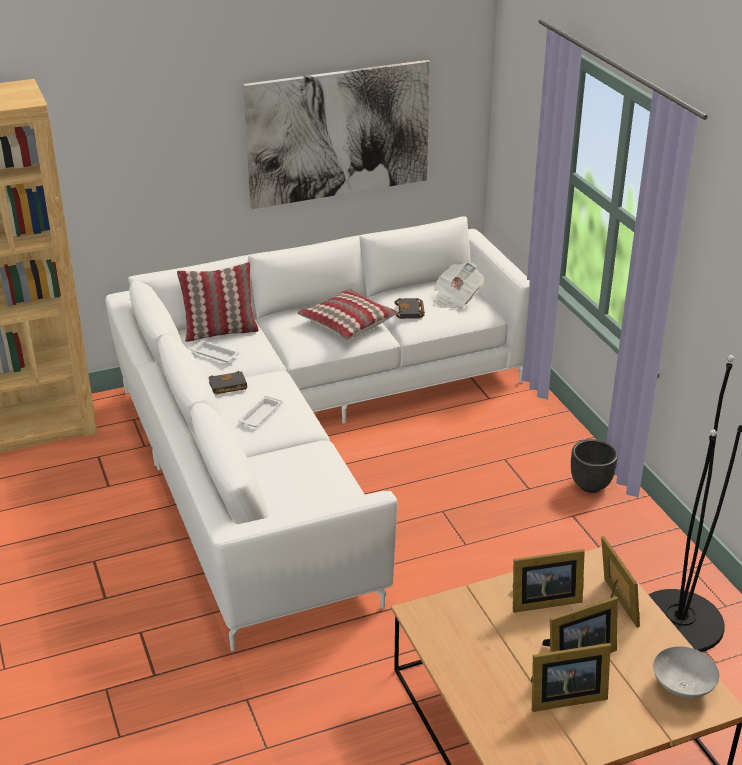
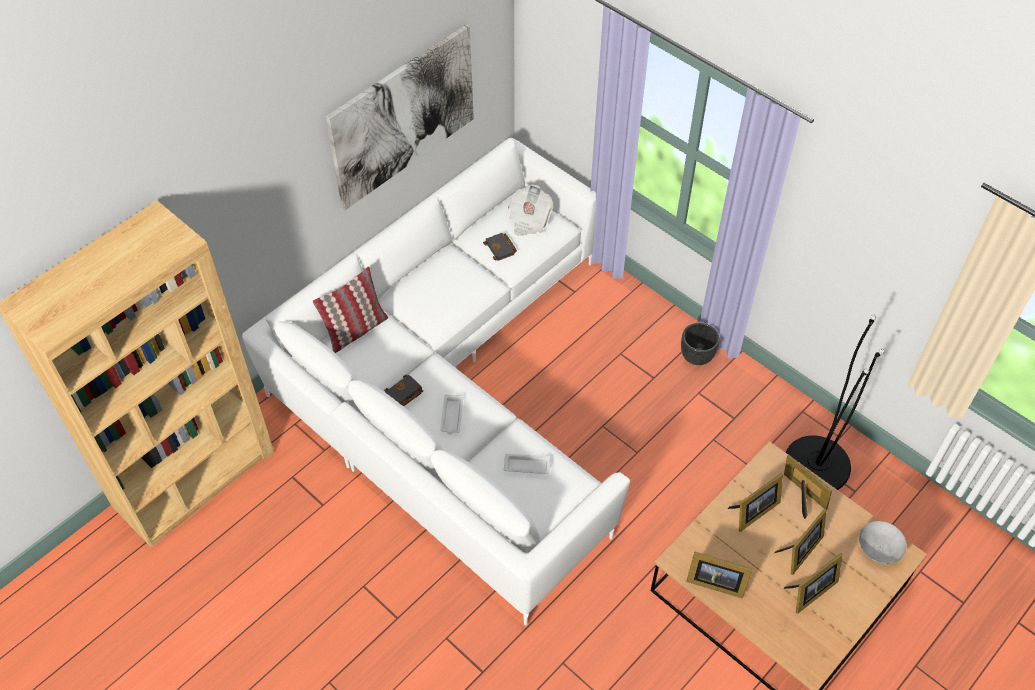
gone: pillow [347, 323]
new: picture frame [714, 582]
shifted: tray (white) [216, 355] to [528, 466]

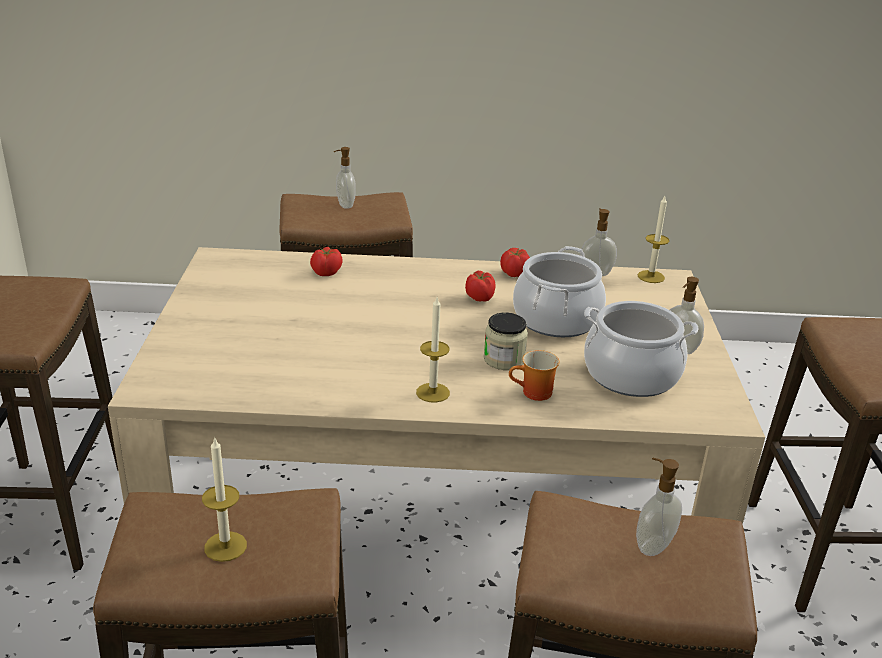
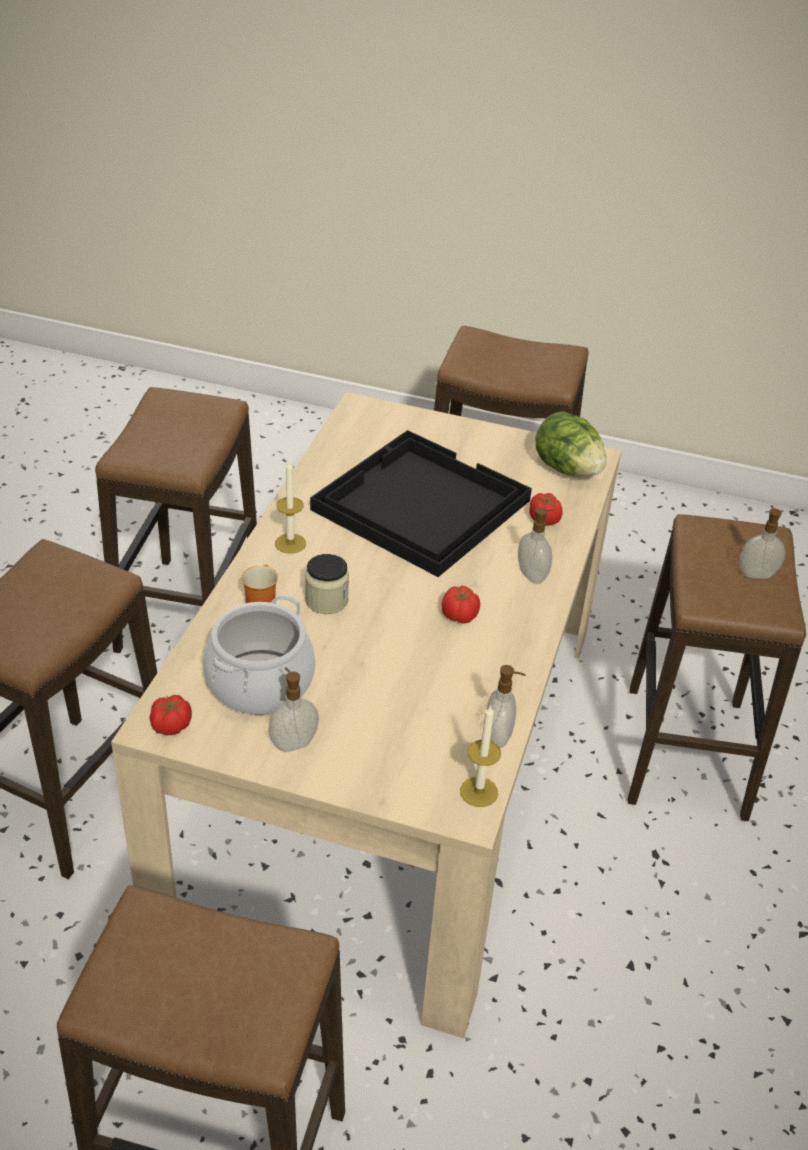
gone: candle [225, 546]; cooking pot [557, 319]
new: tray (black) [419, 505]; lettuce [567, 469]
shifted: tomato [514, 274] to [171, 726]; soap dispenser [652, 545] to [533, 575]

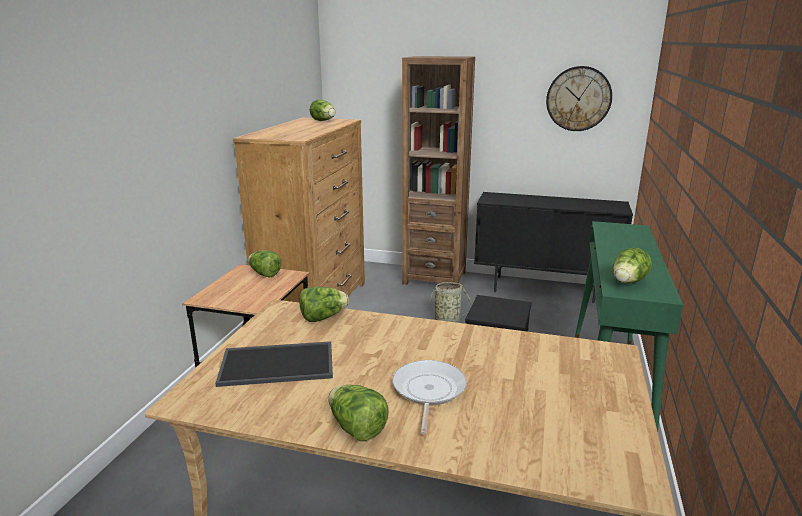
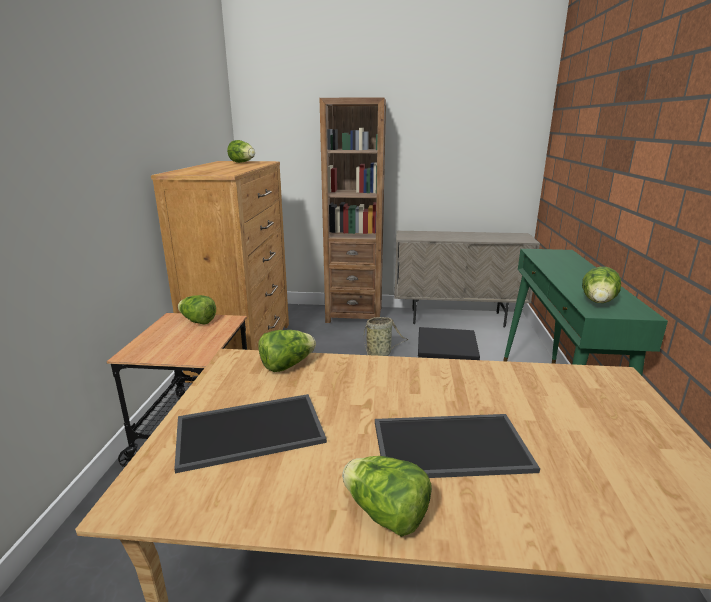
gone: wall clock [578, 99]
swapped: frying pan [428, 391] to tray [449, 447]
repainted: cabinet (black) [544, 289] to cabinet (beige) [457, 318]

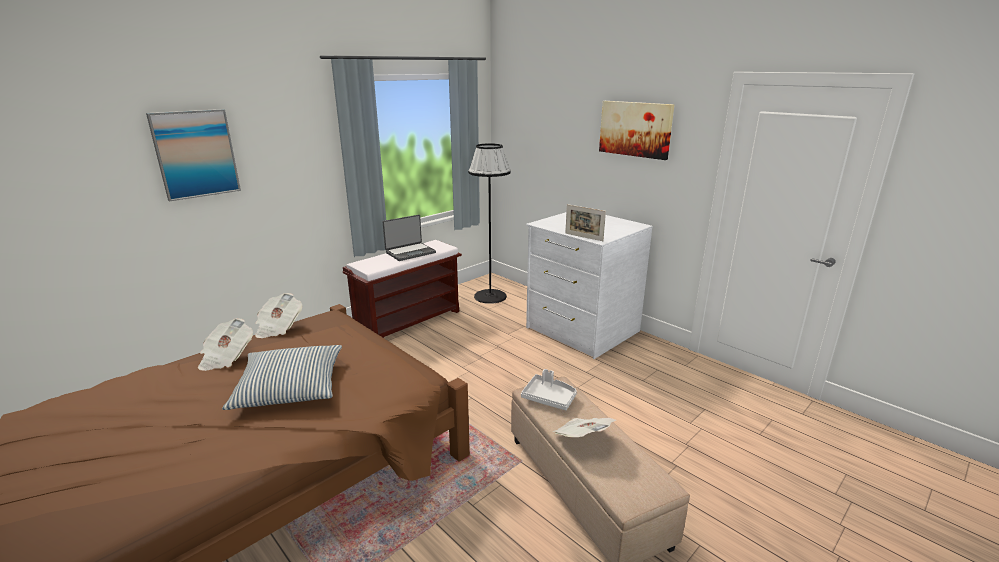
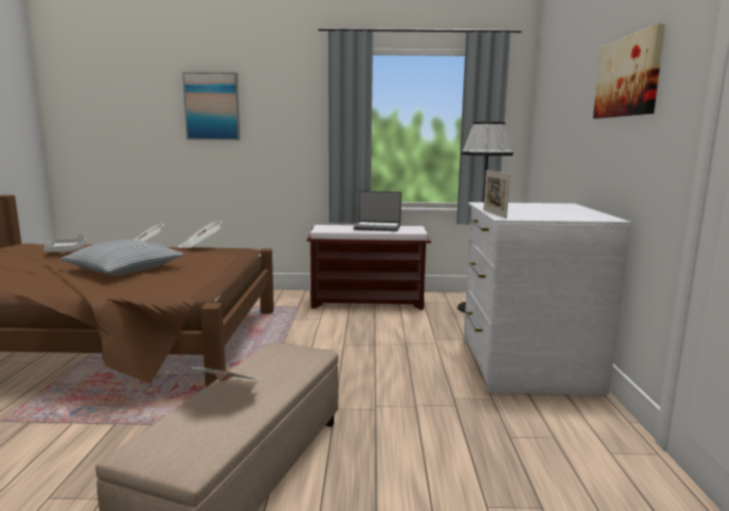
shifted: tray (grey) [549, 398] to [67, 251]

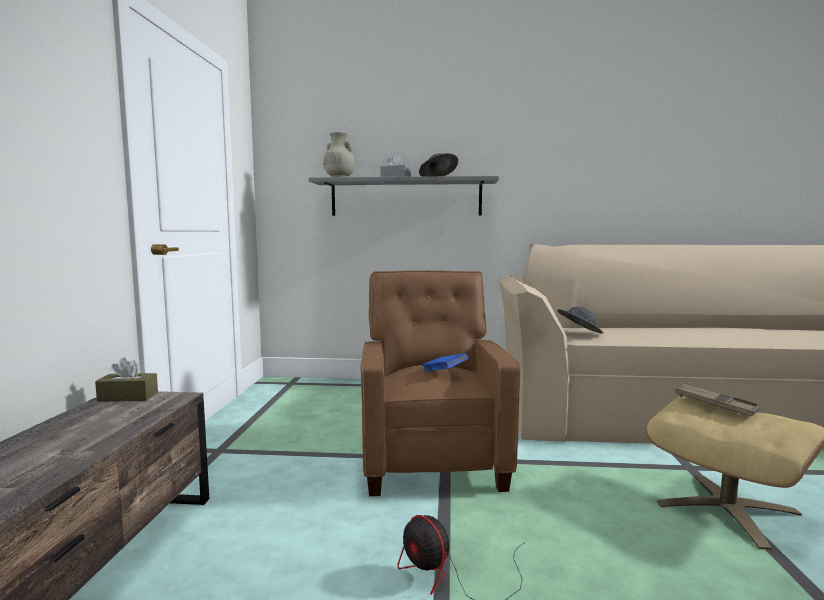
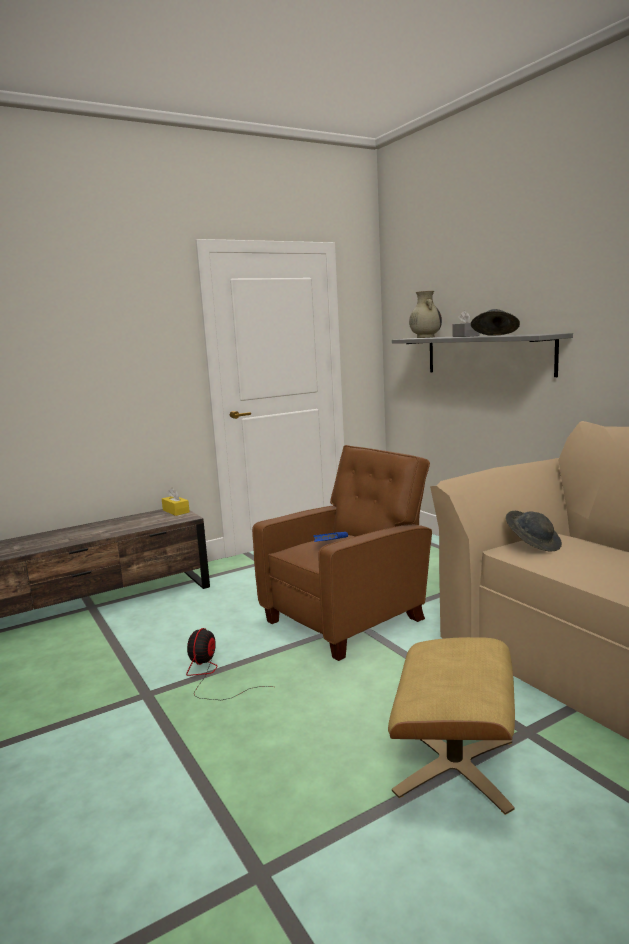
gone: tray (brown) [716, 404]
repainted: tissue box (brown) [128, 397] to tissue box (yellow) [176, 511]

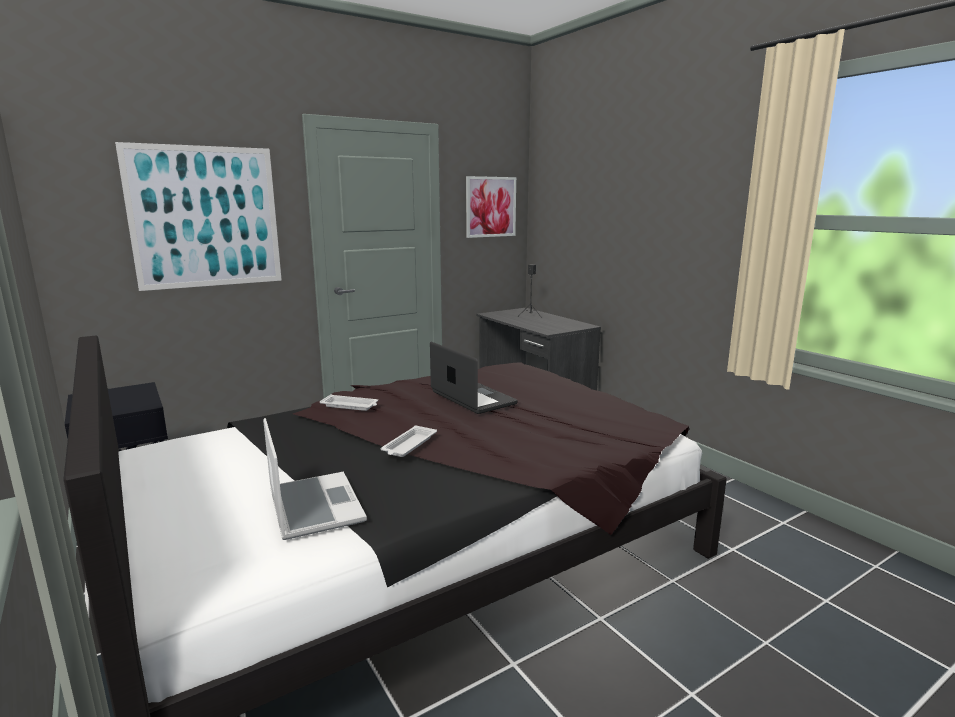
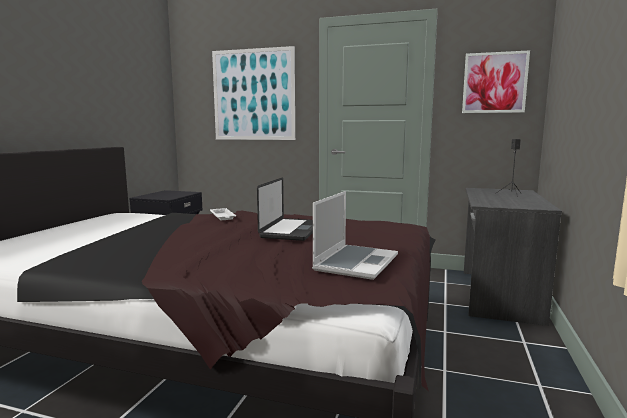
gone: tray (white) [409, 445]
shifted: laptop [313, 506] to [355, 263]

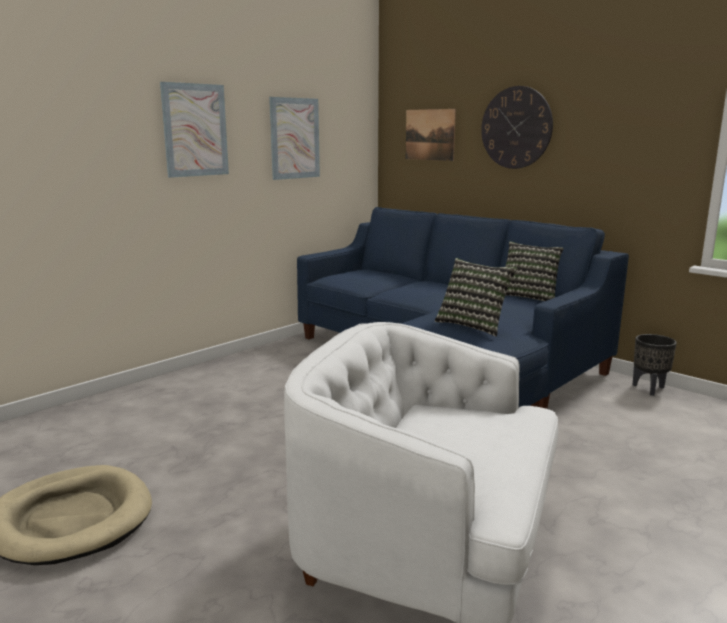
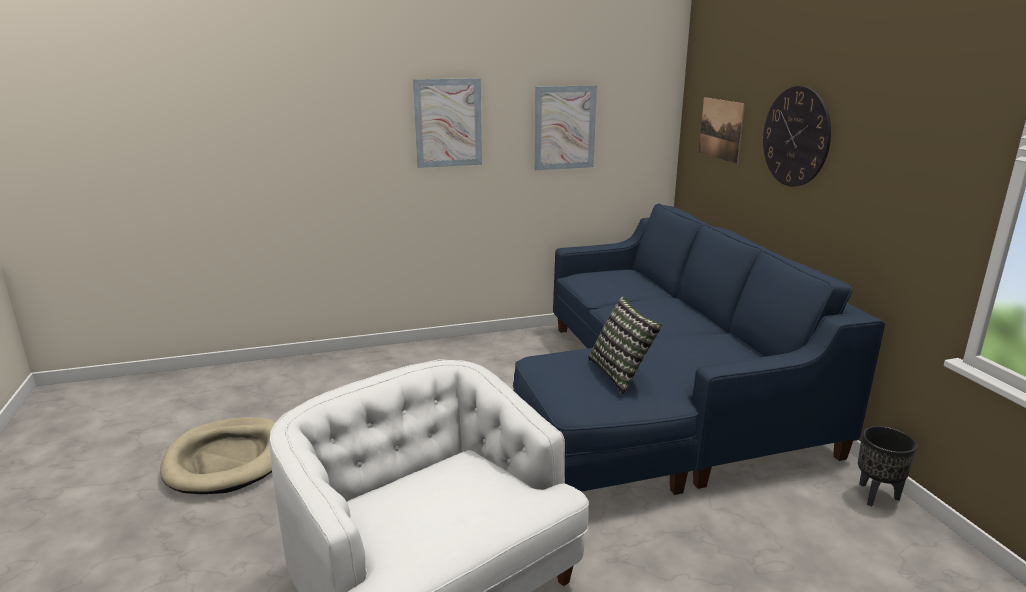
gone: pillow [529, 296]

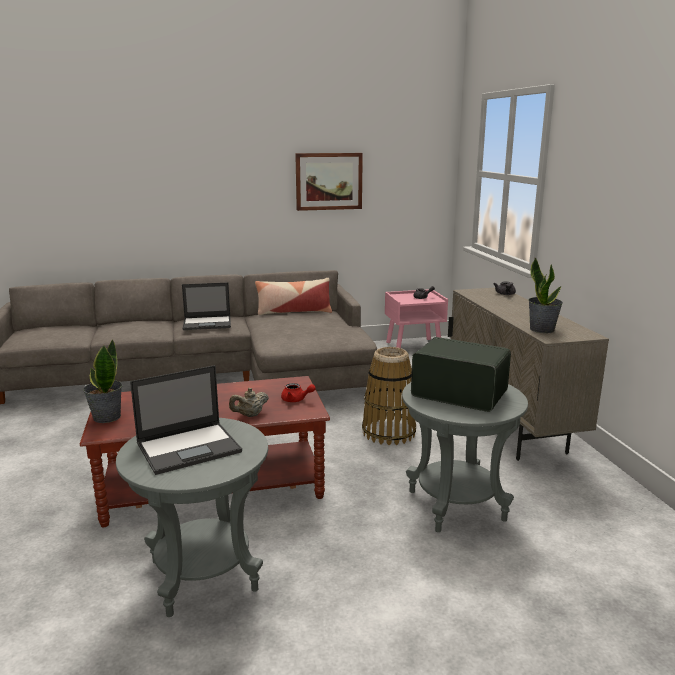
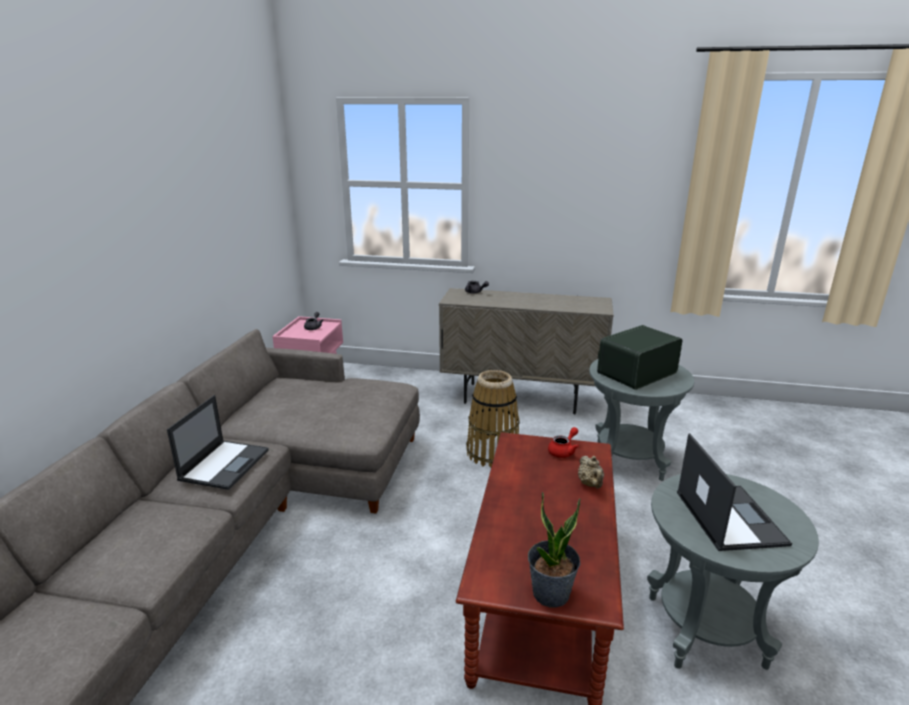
gone: pillow [294, 312]; picture [329, 181]; potted plant [542, 329]

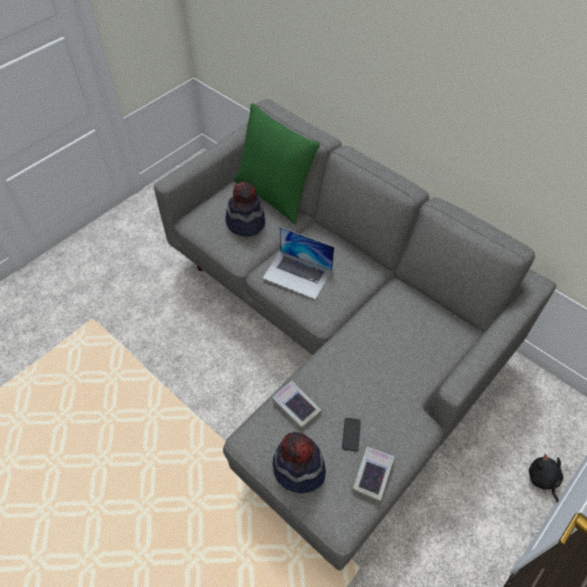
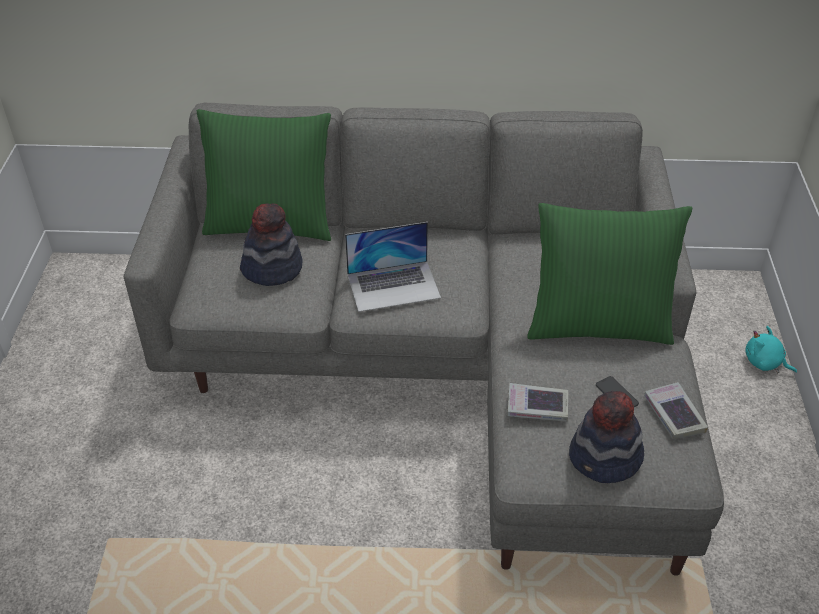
new: pillow (green) [598, 324]
repainted: plush toy (black) [543, 479] to plush toy (turquoise) [765, 363]

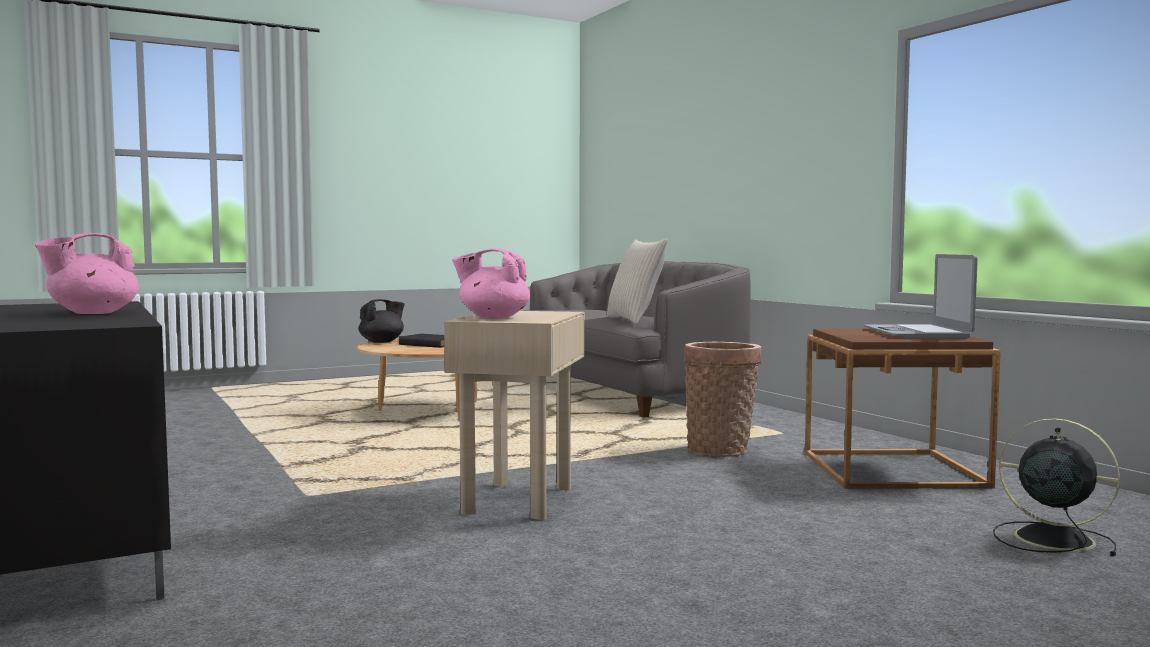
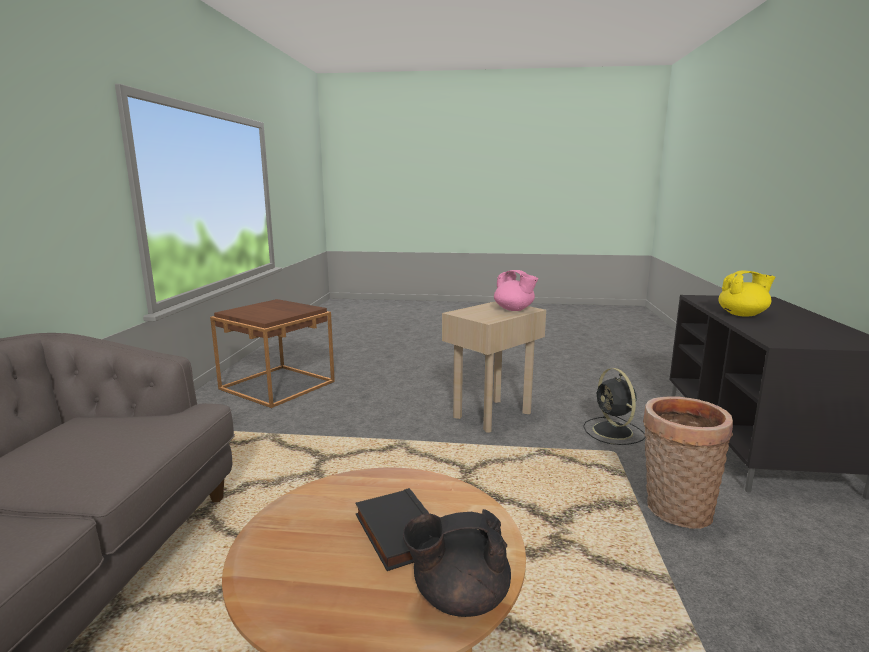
gone: pillow (beige) [635, 320]; laptop [917, 333]
shifted: fan (black) [1050, 538] to [613, 432]; basket [720, 449] to [674, 510]
repainted: teapot (pink) [92, 313] to teapot (yellow) [743, 315]

